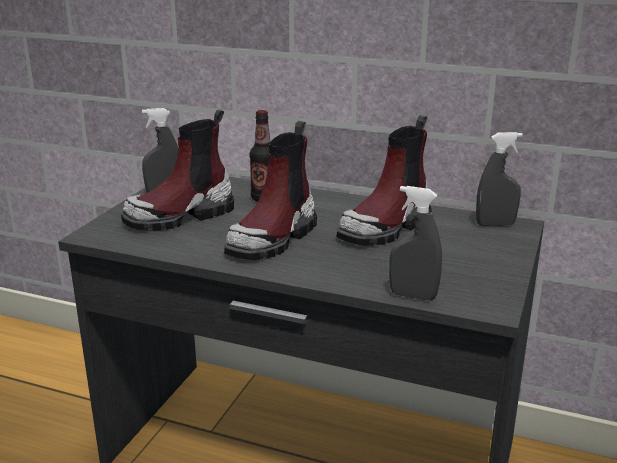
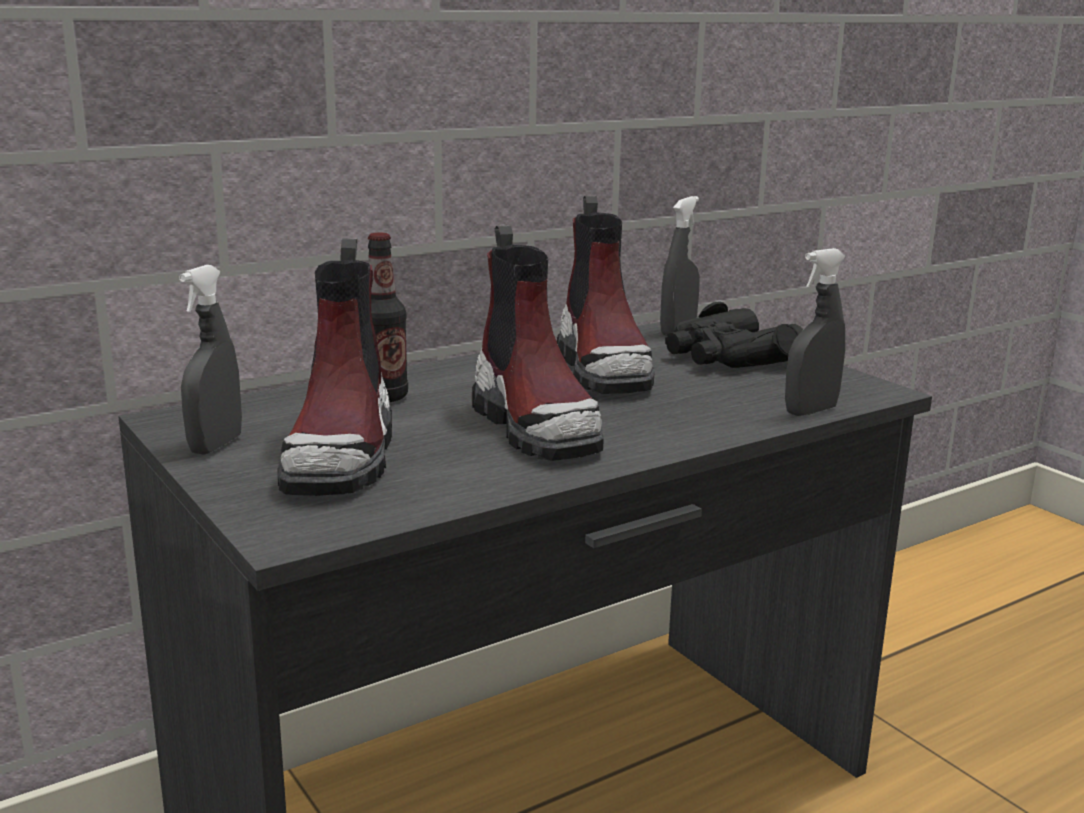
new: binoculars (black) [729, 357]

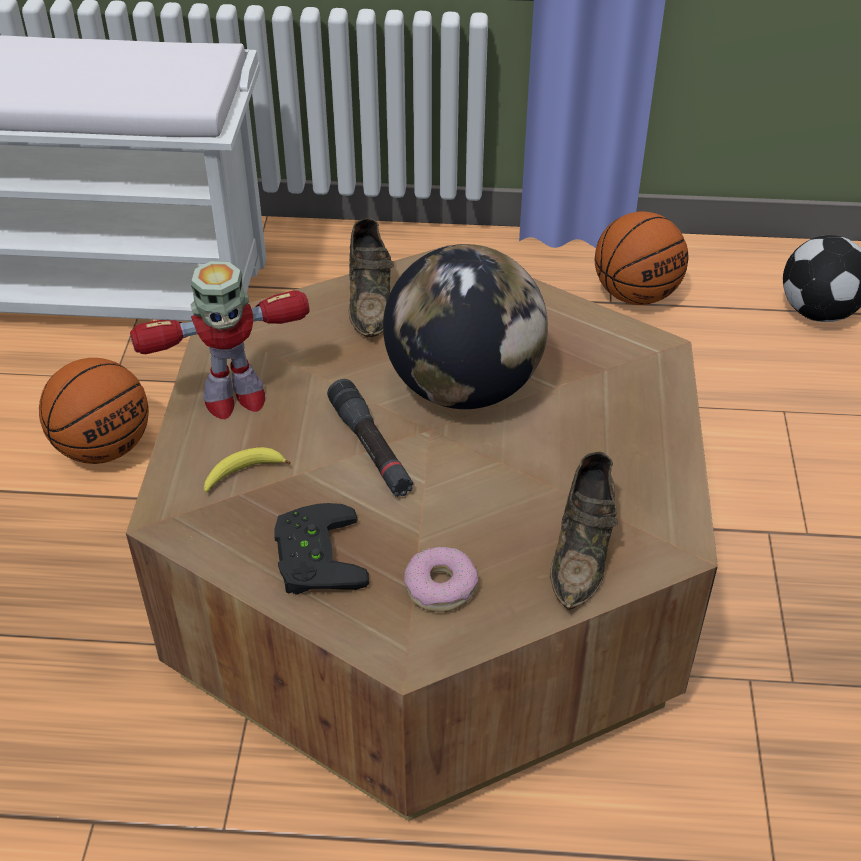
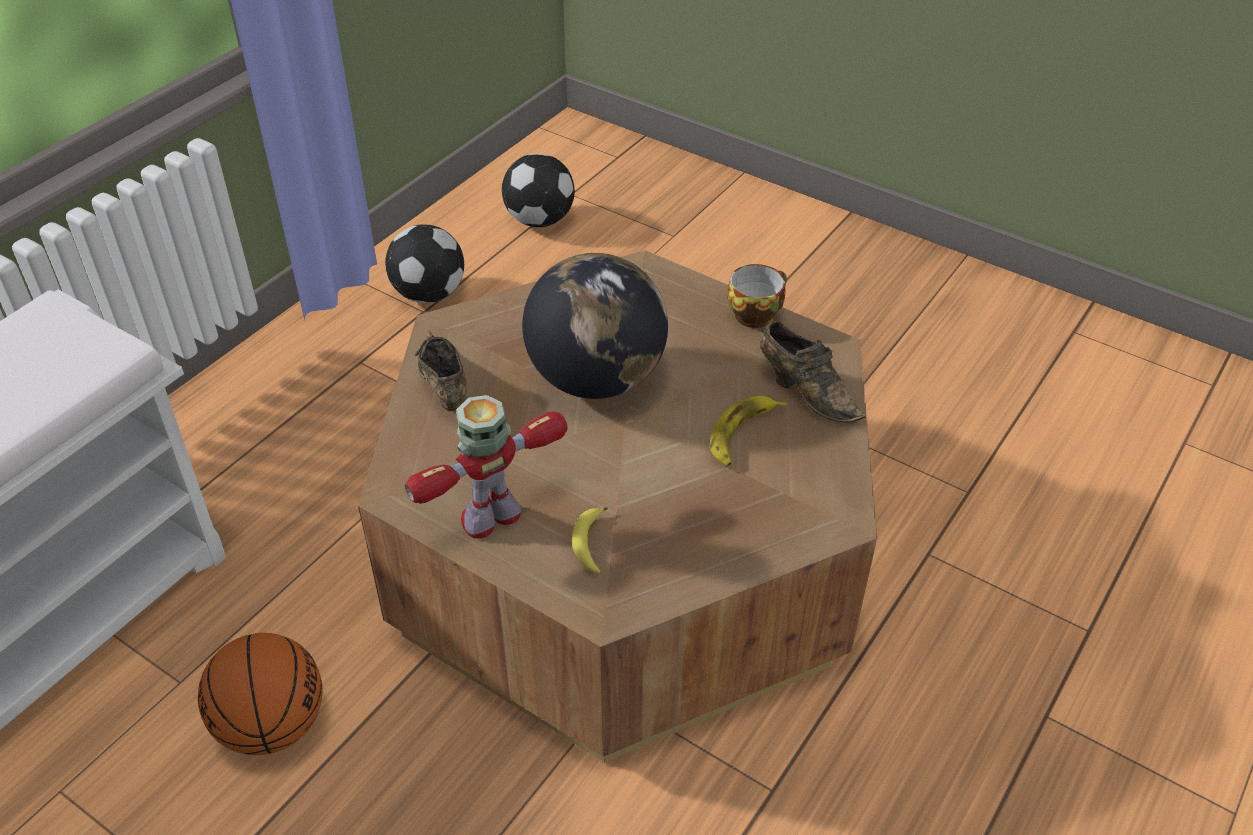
gone: game controller (black) [312, 557]; flashlight (black) [371, 448]; donut [440, 587]
new: banana [742, 434]; cup [755, 313]
swapped: basketball [636, 295] to football [430, 294]
rotated: toy robot [233, 399] = [492, 518] 135 degrees counterclockwise; shoe (brown) [370, 300] = [443, 387] 135 degrees counterclockwise

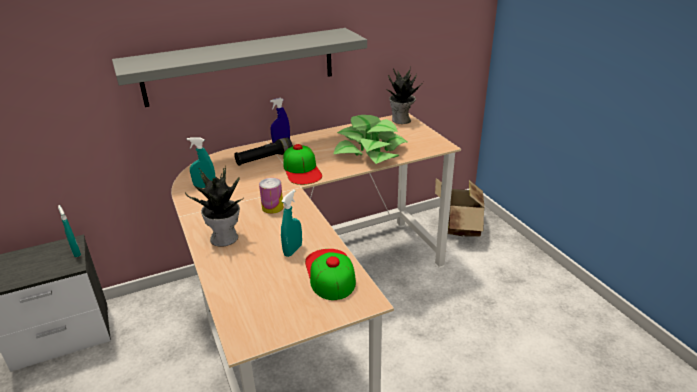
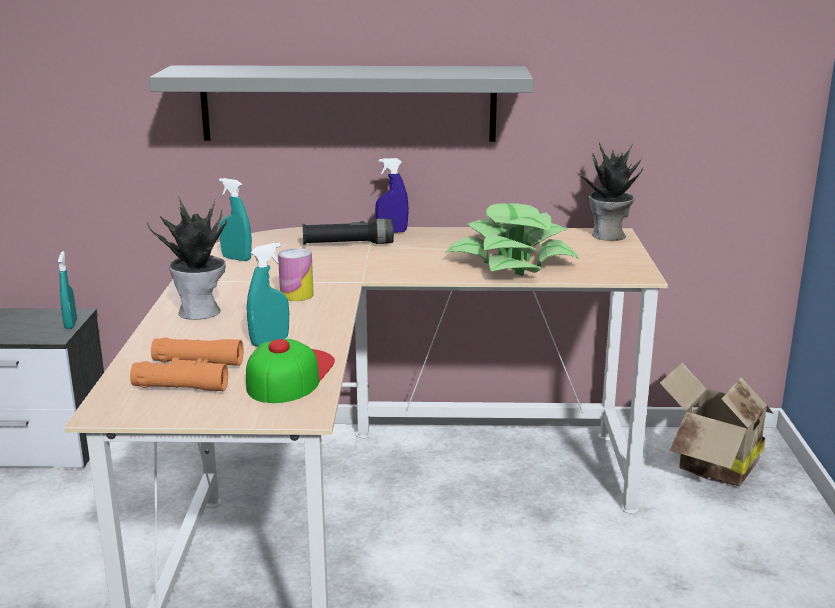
gone: cap [302, 170]
new: binoculars (orange) [189, 375]

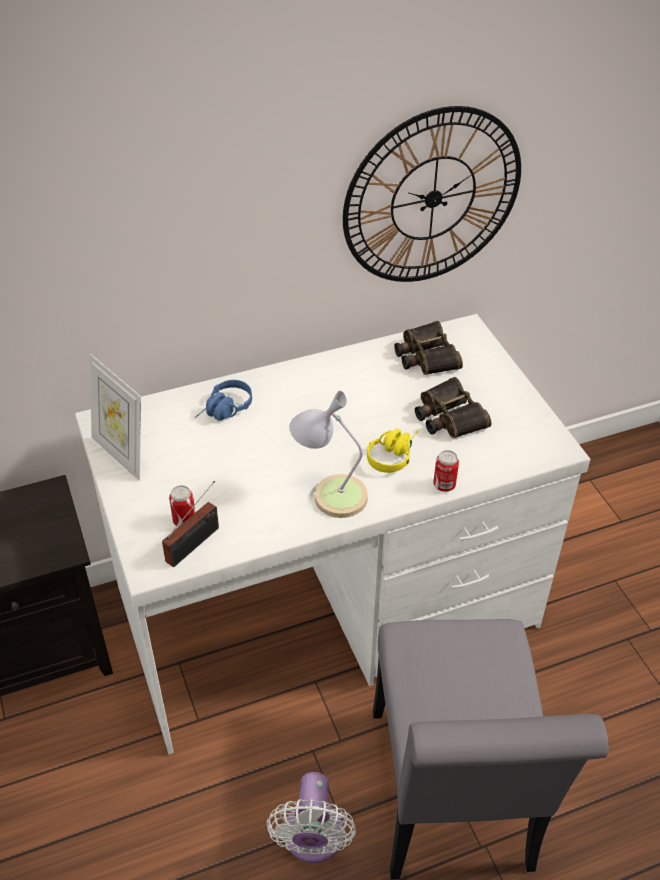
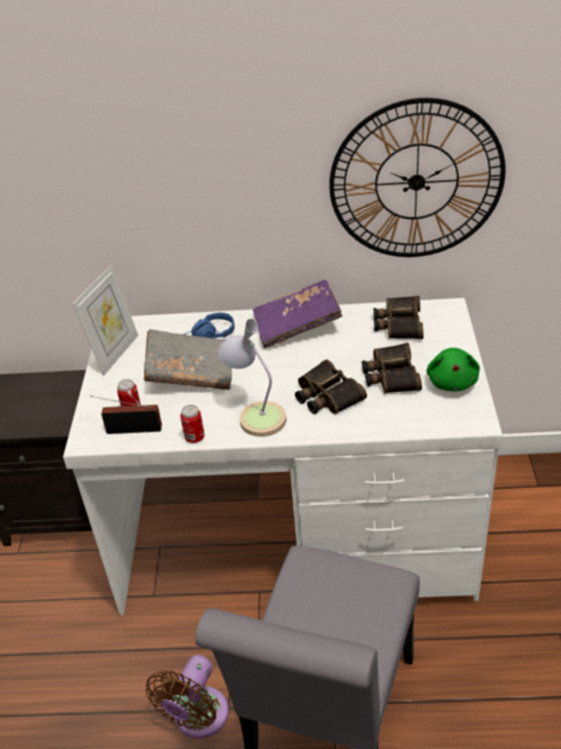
new: book (grey) [191, 372]; book (purple) [297, 326]; plush toy (green) [452, 381]
shifted: can [444, 485] to [194, 437]
swapped: headphones (yellow) [393, 454] to binoculars [326, 395]
repainted: fan (white) [312, 840] to fan (brown) [198, 718]
rotated: picture frame [122, 454] = [115, 353] 135 degrees counterclockwise; radio [196, 543] = [131, 429] 150 degrees counterclockwise

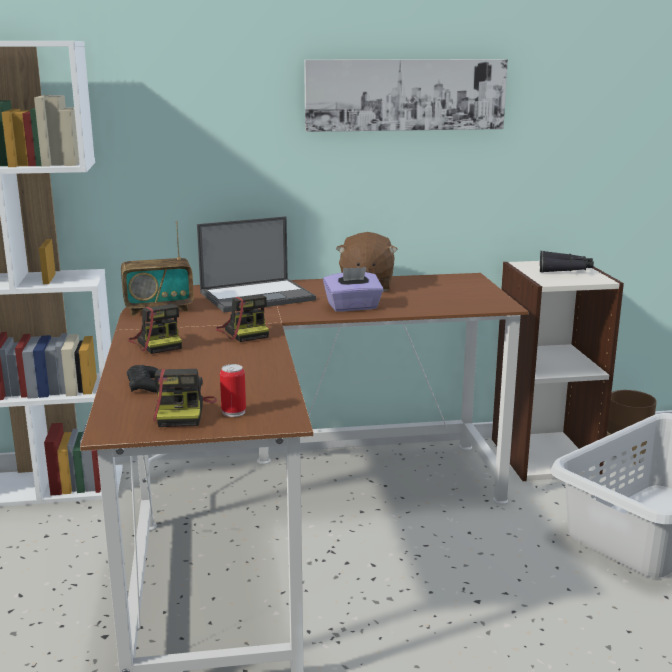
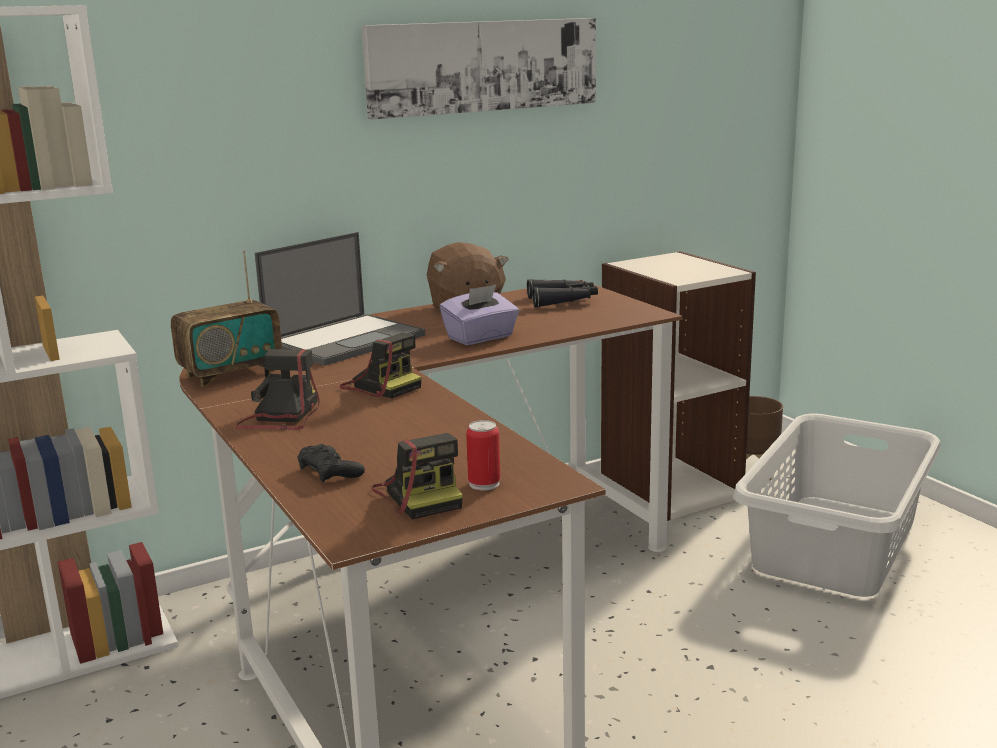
shifted: binoculars (black) [565, 270] to [563, 301]
rotated: photo camera [157, 343] = [282, 416] 120 degrees counterclockwise

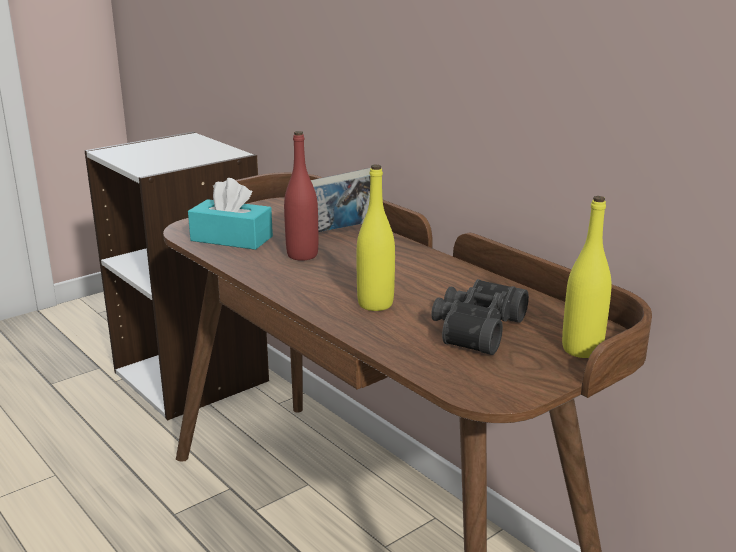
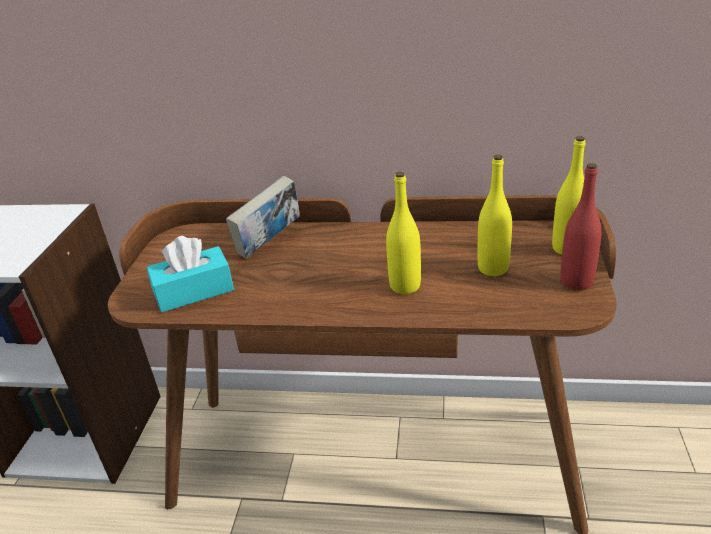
shifted: bottle (red) [302, 255] to [576, 282]
swapped: binoculars (black) [474, 329] to bottle (yellow) [493, 268]

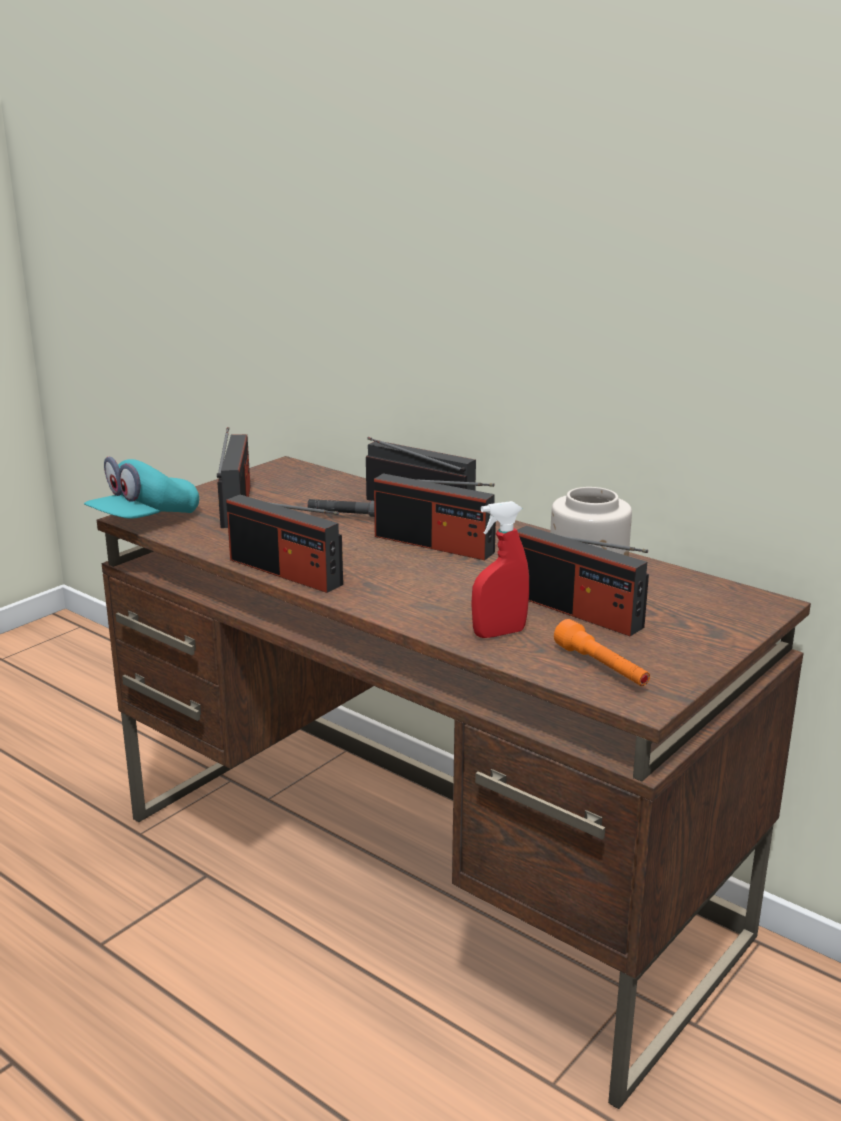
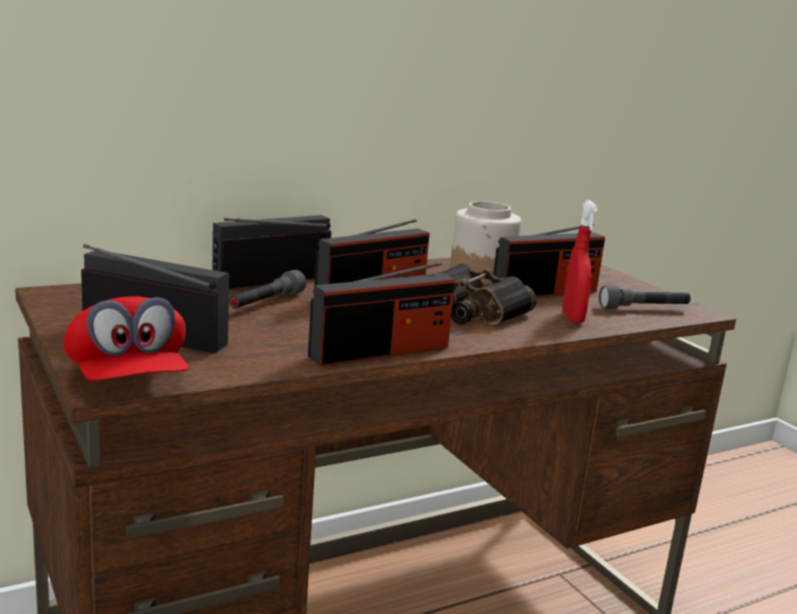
new: binoculars [468, 310]
repainted: cap (turquoise) [145, 520] to cap (red) [128, 382]; flashlight (orange) [602, 668] to flashlight (grey) [644, 308]

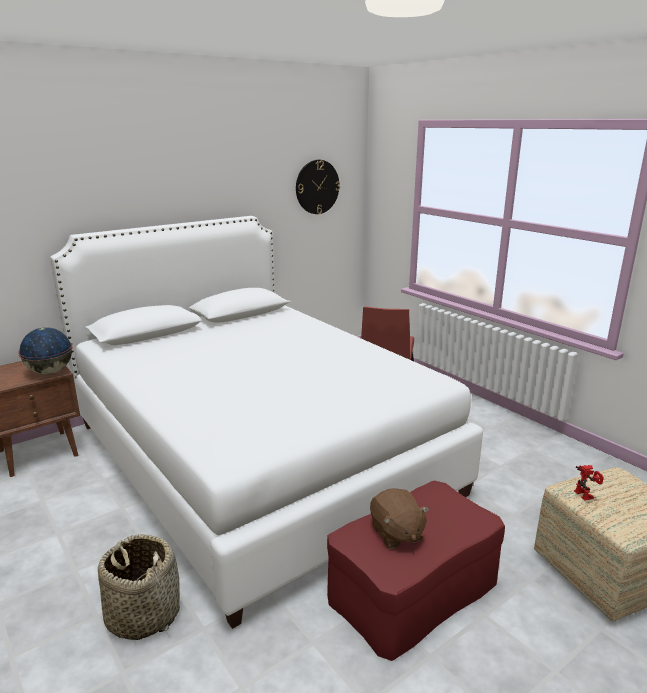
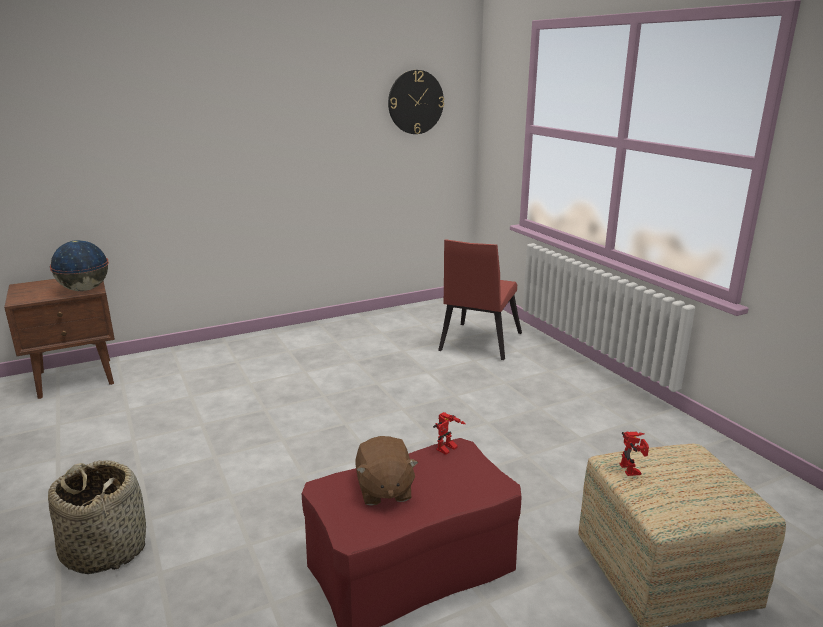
gone: bed (white) [257, 457]
new: toy robot [448, 450]

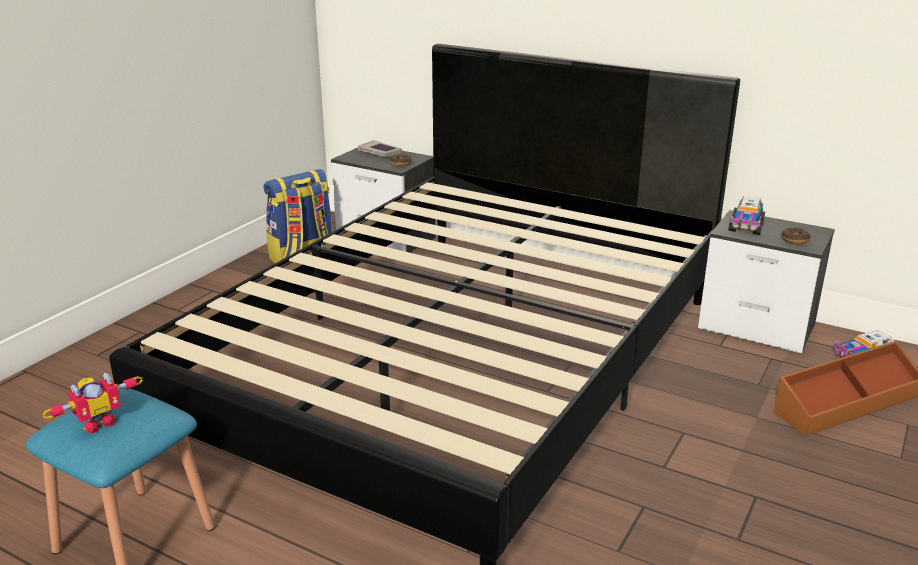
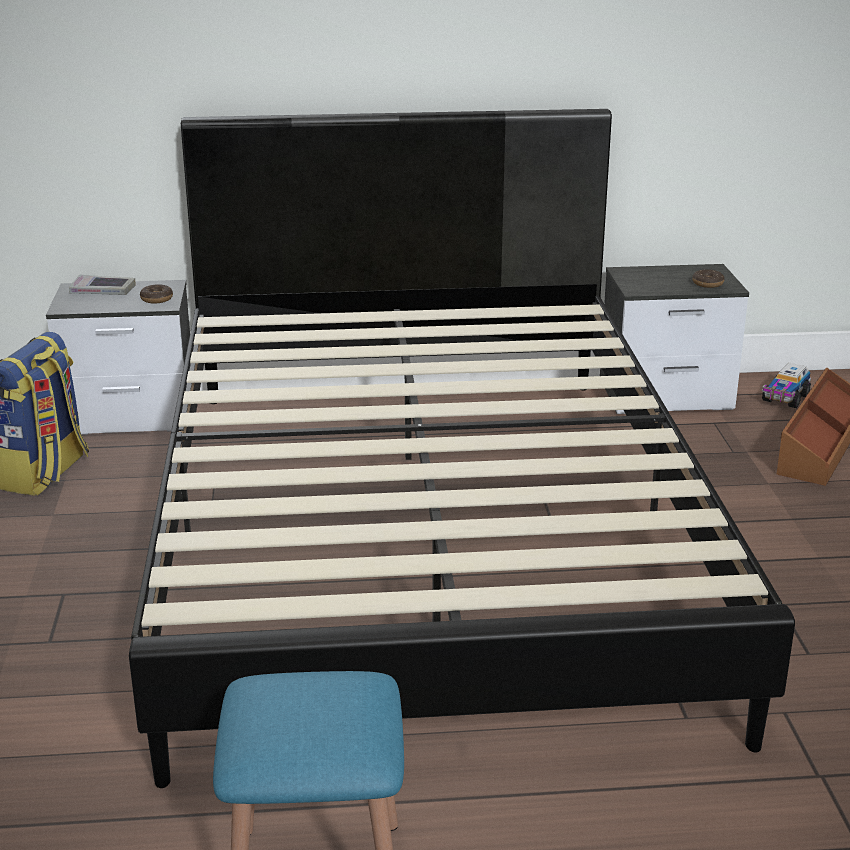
gone: toy robot [98, 423]; toy truck [745, 227]

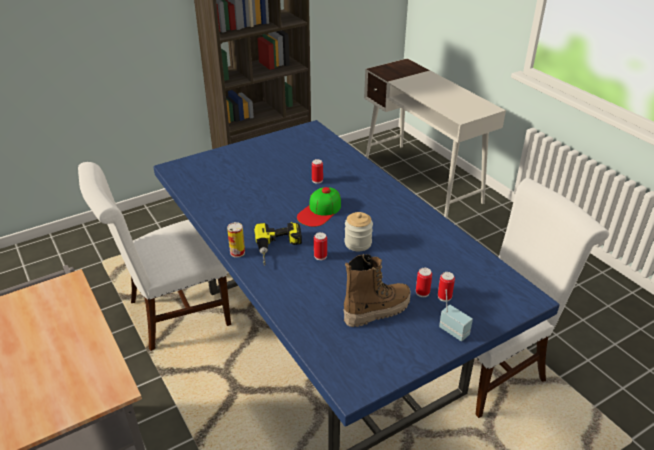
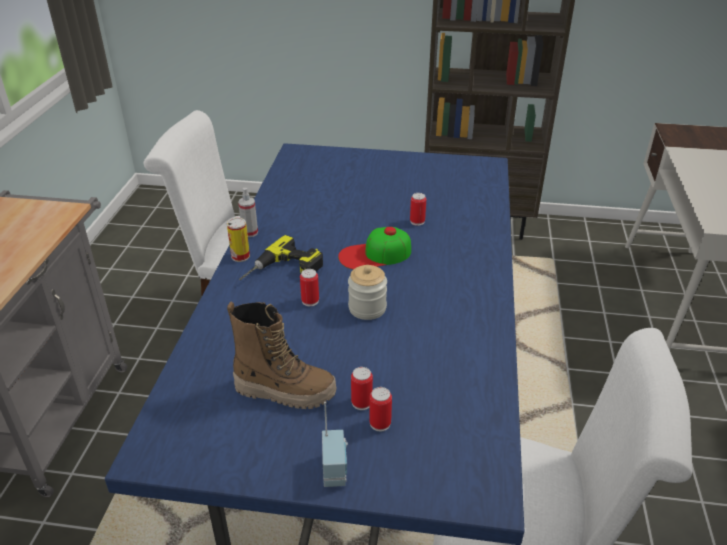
new: spray bottle [250, 233]

